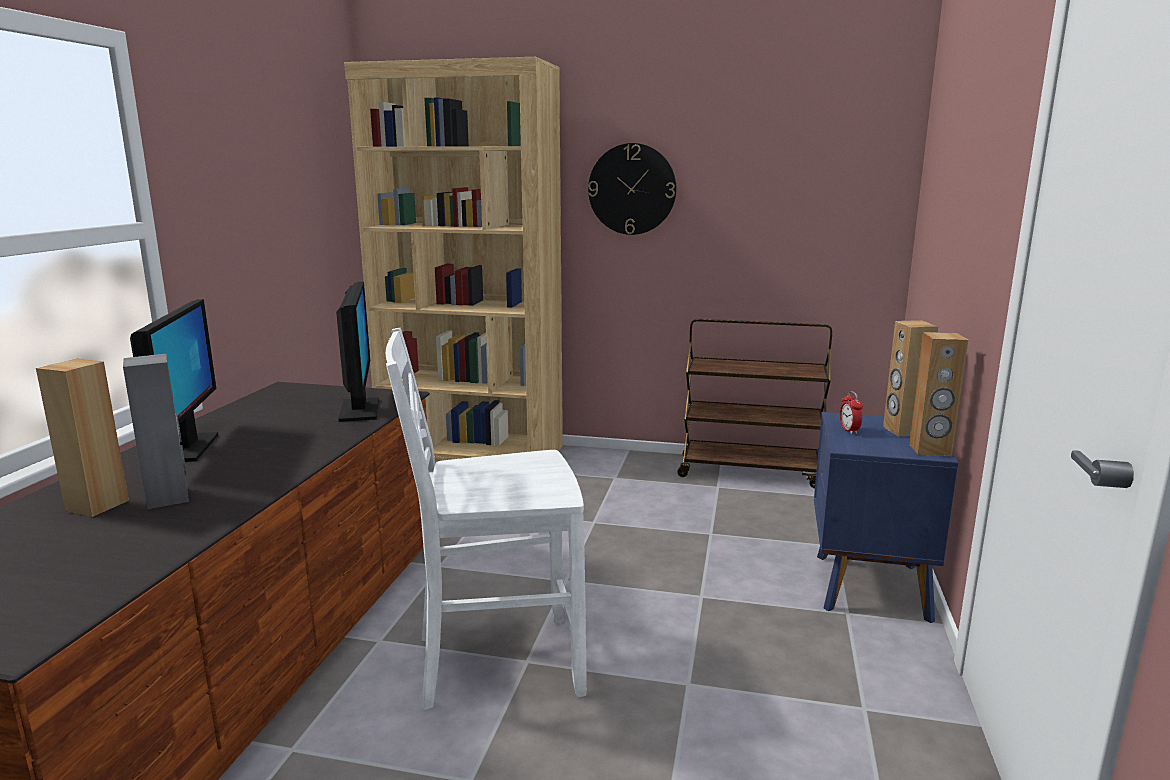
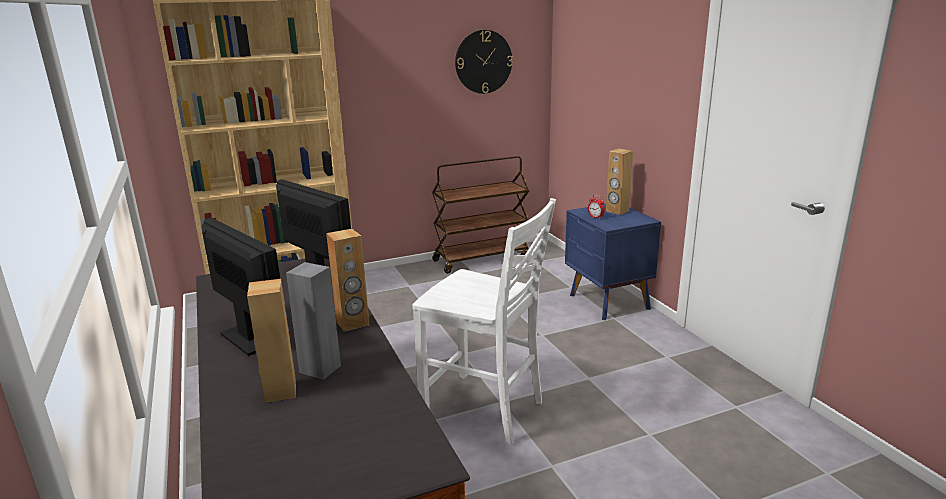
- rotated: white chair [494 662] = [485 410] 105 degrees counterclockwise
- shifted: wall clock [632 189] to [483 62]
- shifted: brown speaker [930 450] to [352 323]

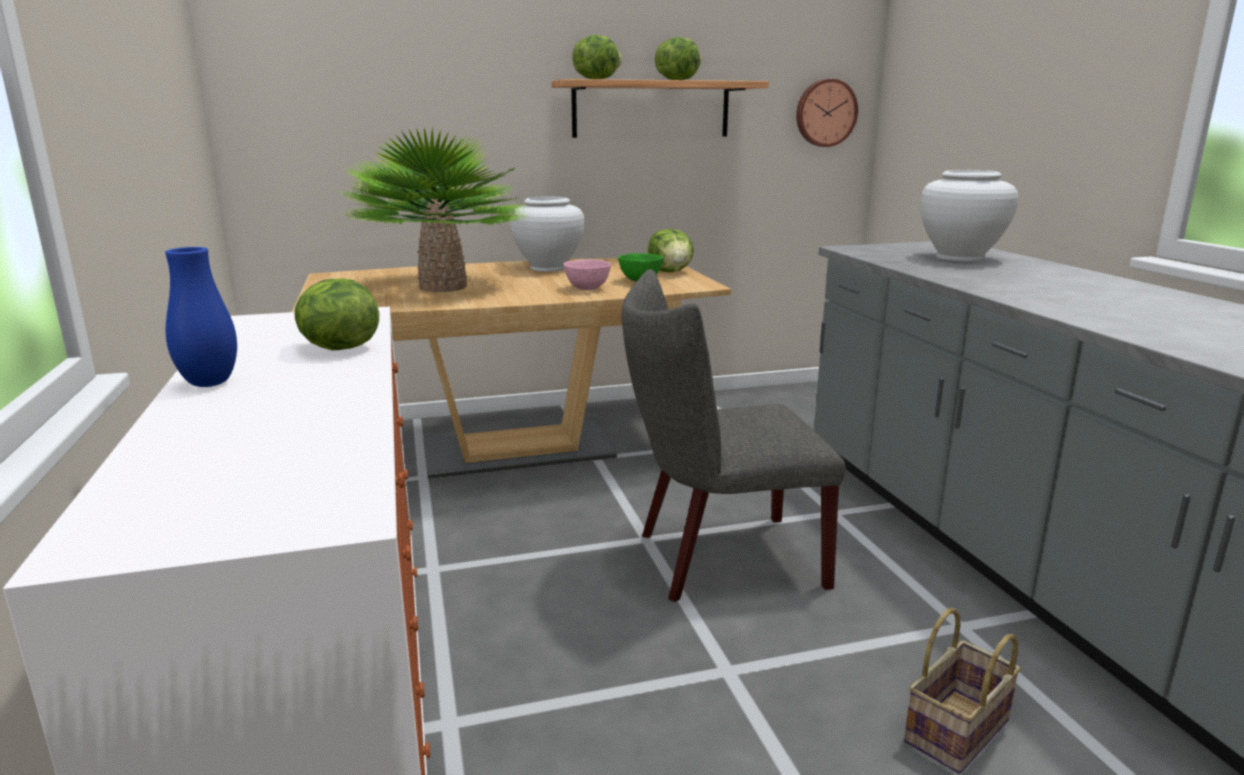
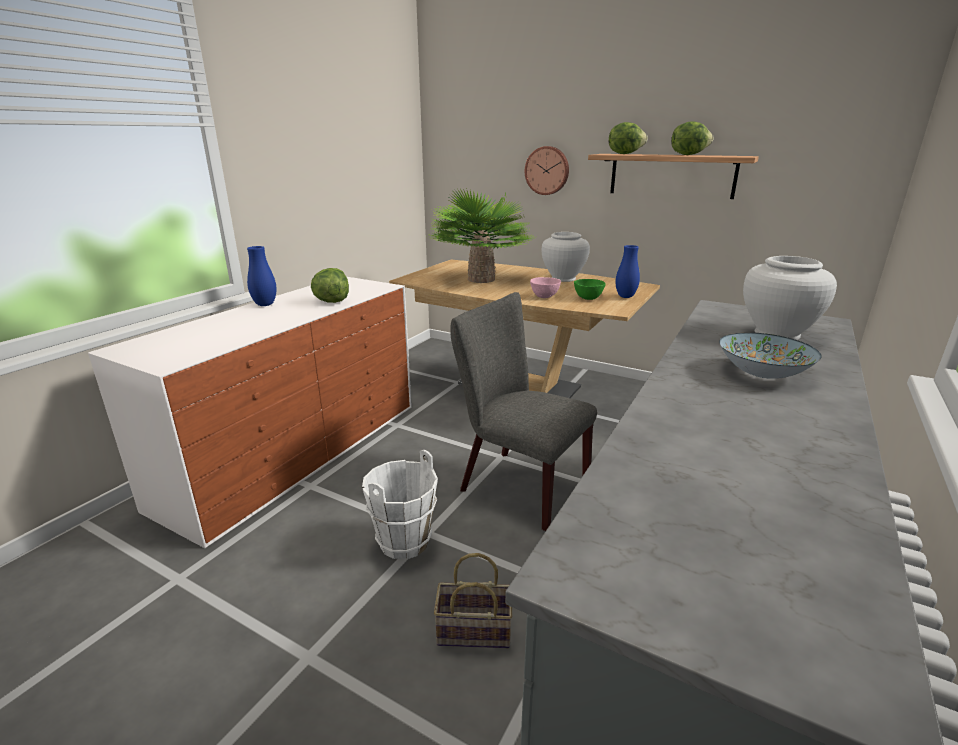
- swapped: lettuce [671 272] to blue vase [625 296]
- shifted: wall clock [825 113] to [547 170]
- new: white bucket [403 542]
- new: bowl [762 373]

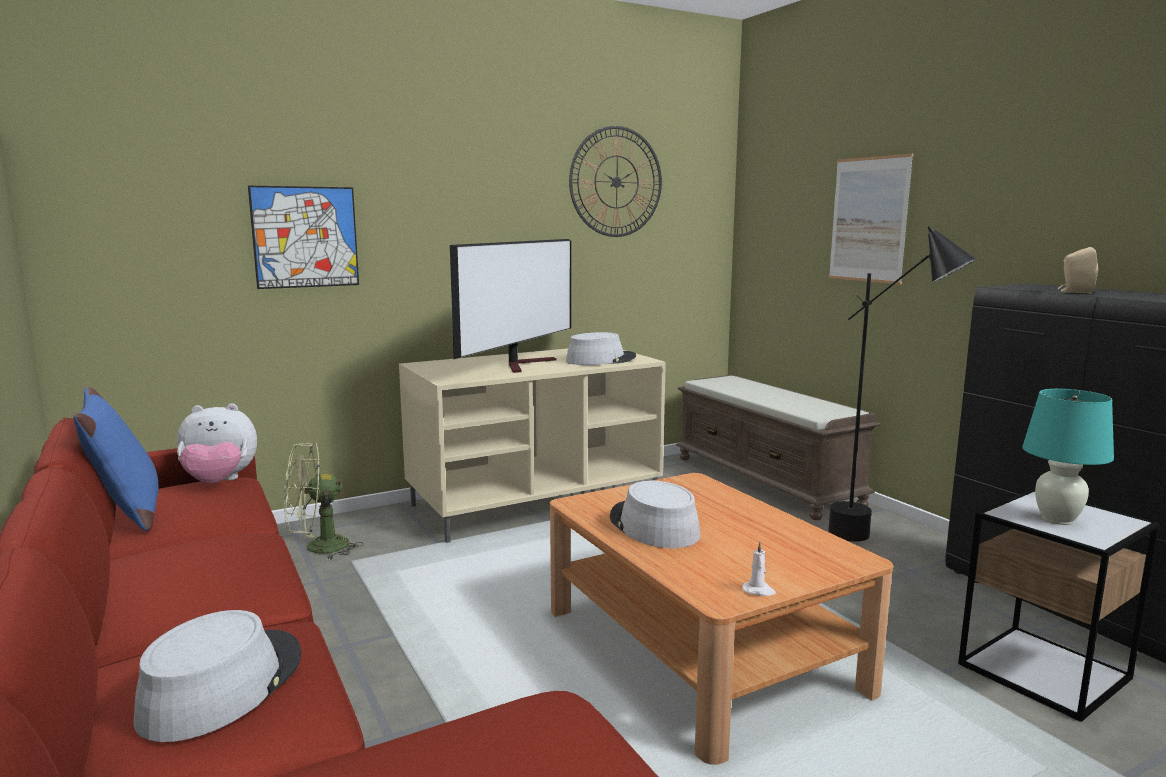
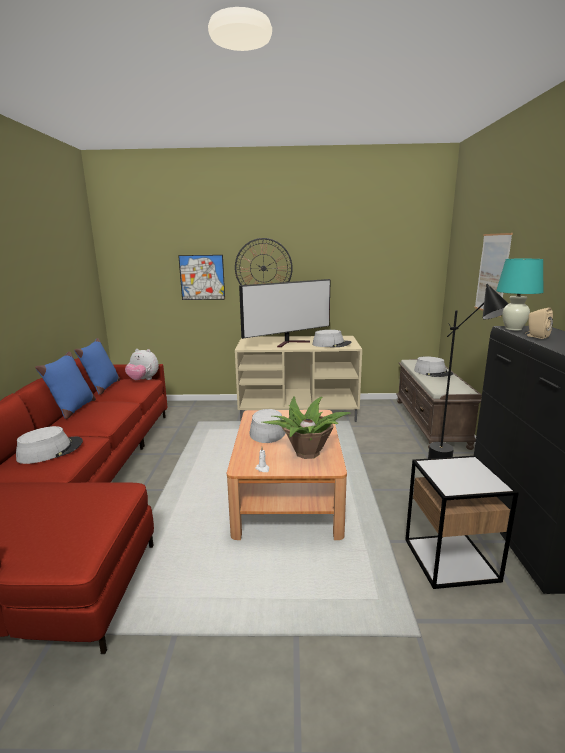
- gone: green fan [318 548]
- shifted: wall clock [616 182] to [263 268]
- shifted: turquoise table lamp [1057 519] to [513 329]
- new: blue pillow [73 409]
- new: potted plant [307 453]
- new: grey hat [433 372]

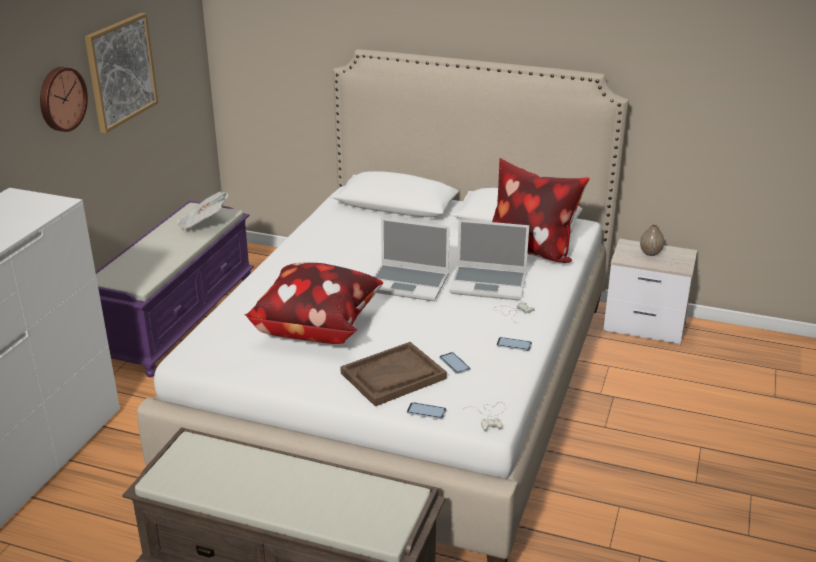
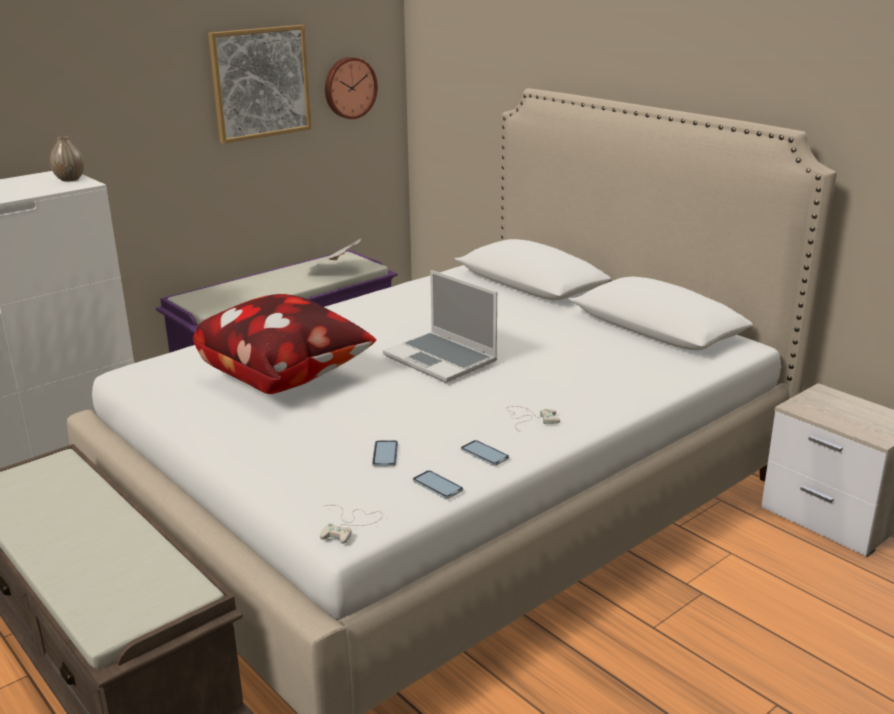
- shifted: wall clock [61 99] to [349 87]
- gone: brown tray [393 376]
- shifted: phone [426 412] to [437 486]
- gone: laptop [489 284]
- gone: pillow [530 249]
- shifted: vase [650 253] to [70 179]

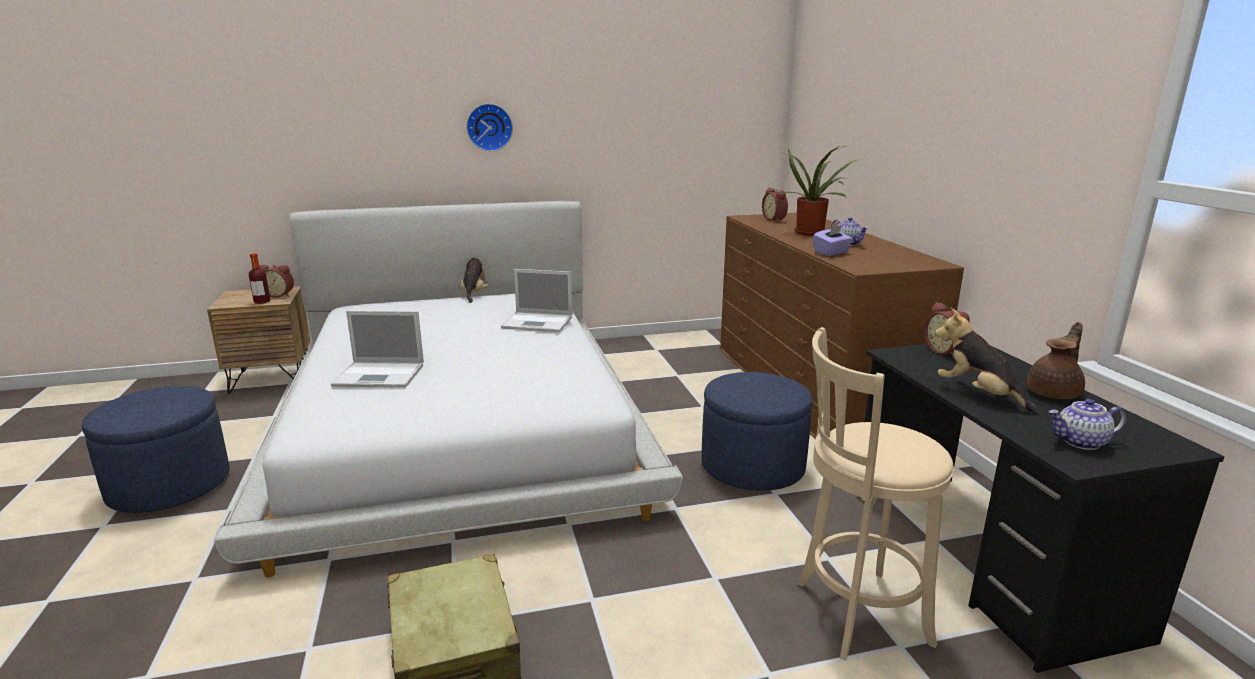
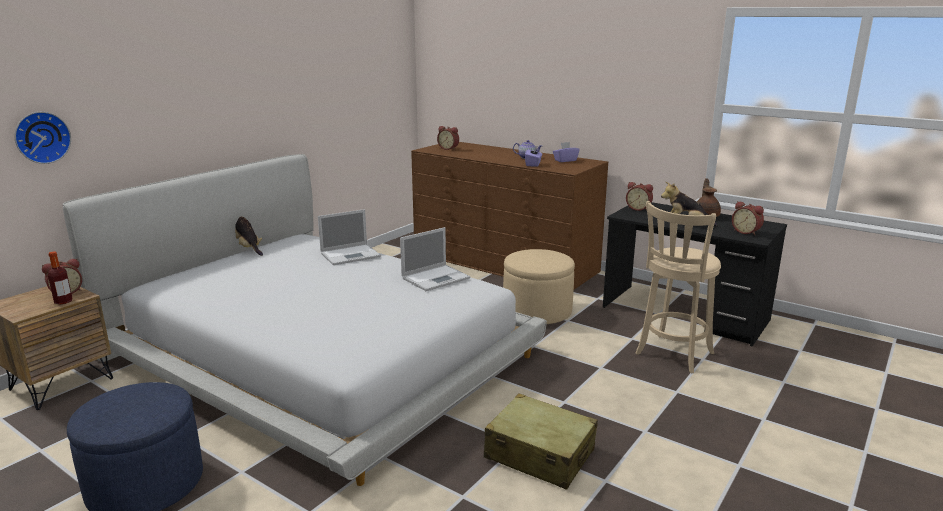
- shifted: laptop [381 375] to [436 278]
- shifted: wall clock [489 127] to [41 137]
- repainted: blue ottoman [752 466] to beige ottoman [537 311]
- gone: potted plant [812 232]
- swapped: teapot [1081 442] to alarm clock [746 232]
- new: purple tissue box [565 160]

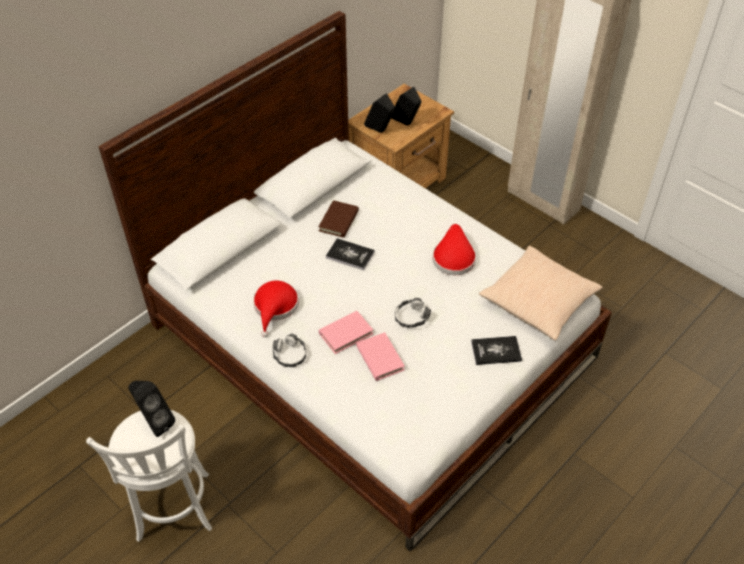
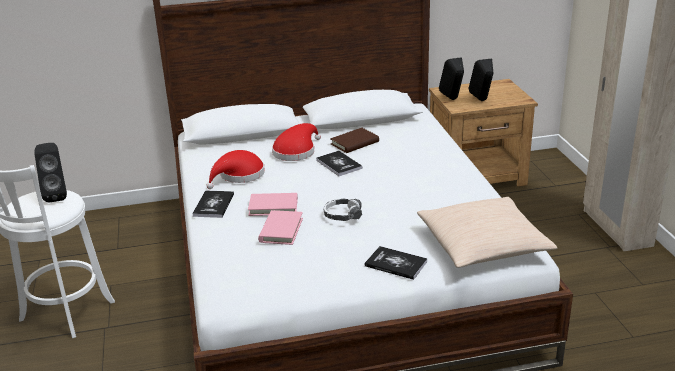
- swapped: headphones [289 355] to book [213 205]
- shifted: red hat [453 257] to [296 151]

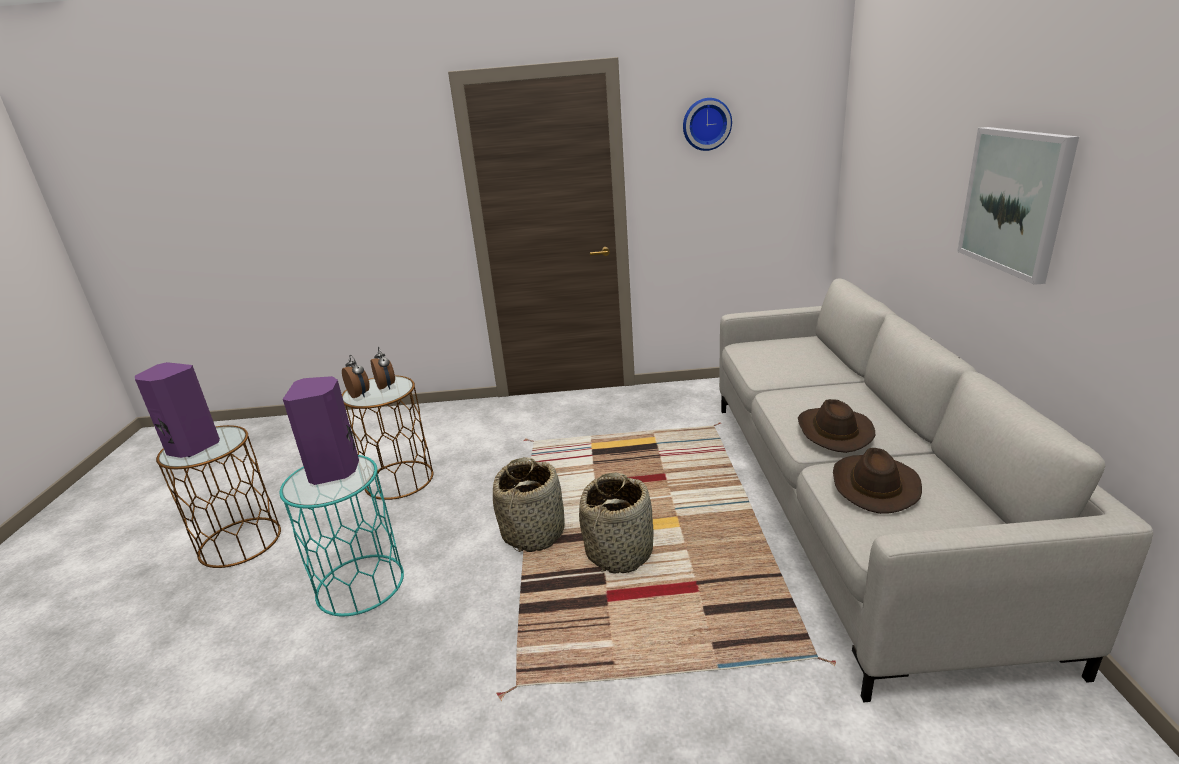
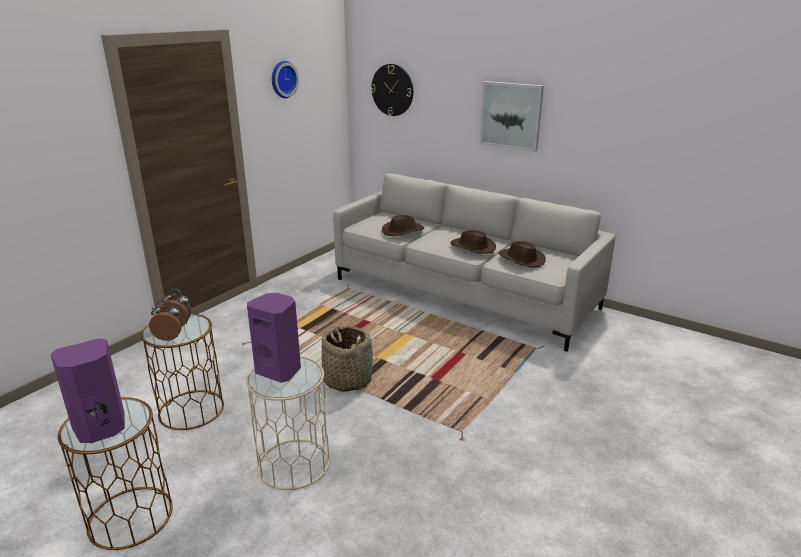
- repainted: turquoise side table [360 584] to beige side table [293 463]
- gone: basket [619 551]
- new: wall clock [392 90]
- new: brown hat [403 231]

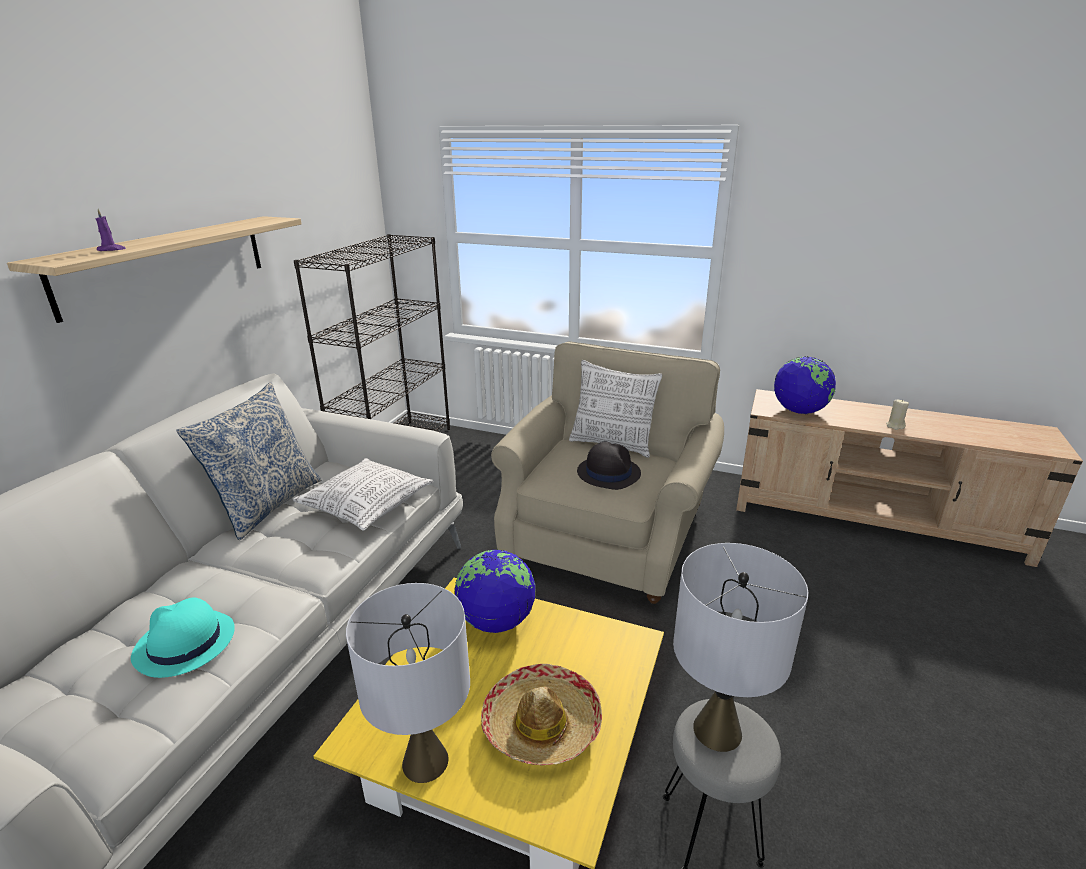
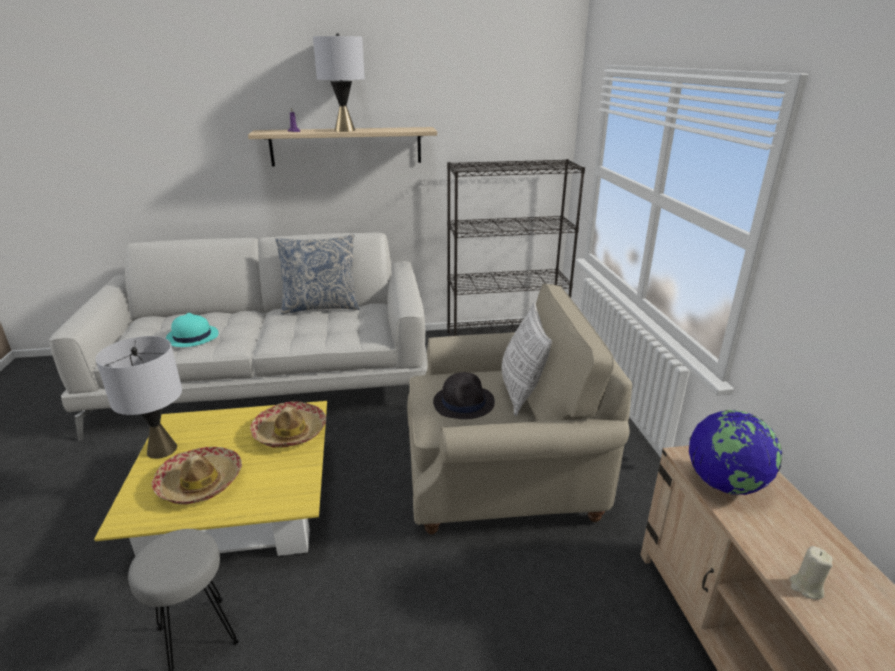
- gone: pillow [367 506]
- swapped: globe [496 621] to hat [290 432]
- shifted: grey table lamp [718 730] to [345 130]

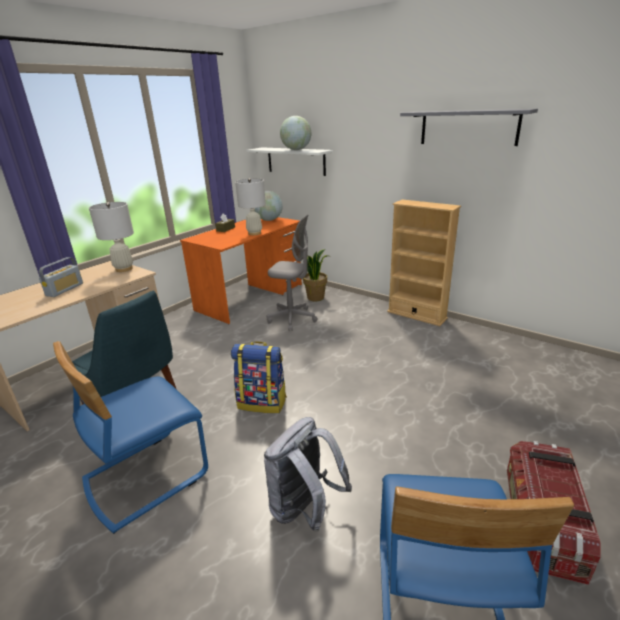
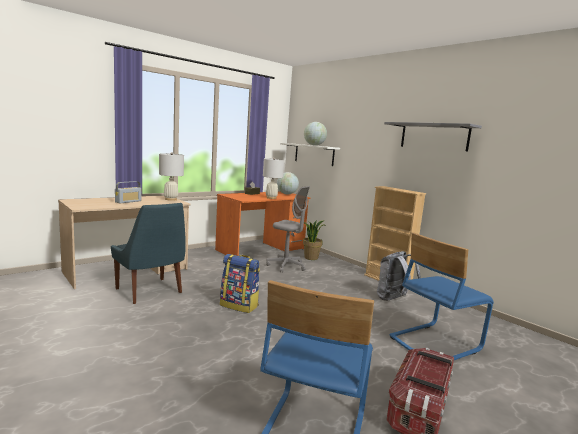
- shifted: blue chair [146 476] to [434 343]
- shifted: grey backpack [304 509] to [394 299]

